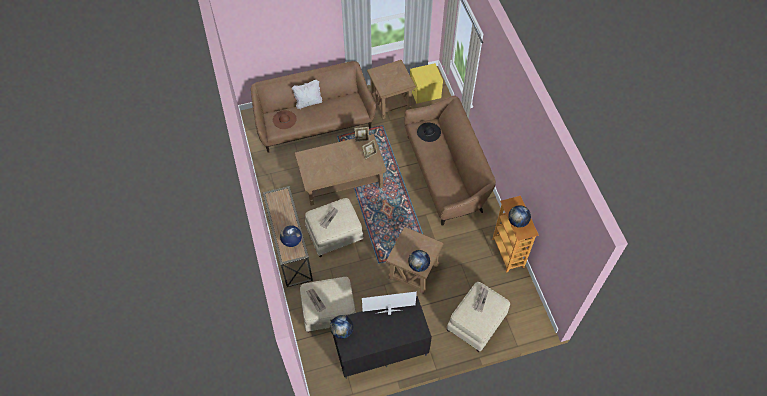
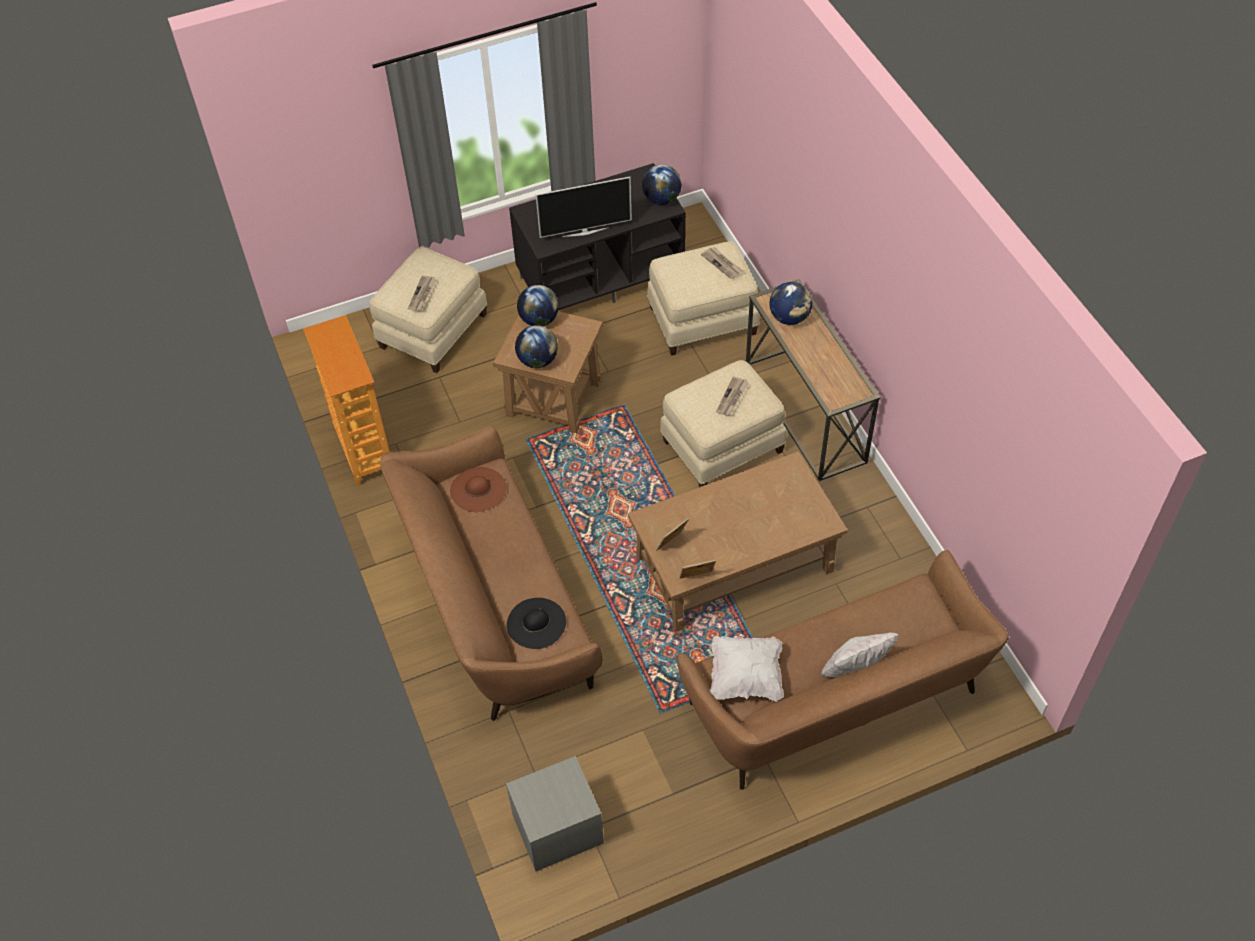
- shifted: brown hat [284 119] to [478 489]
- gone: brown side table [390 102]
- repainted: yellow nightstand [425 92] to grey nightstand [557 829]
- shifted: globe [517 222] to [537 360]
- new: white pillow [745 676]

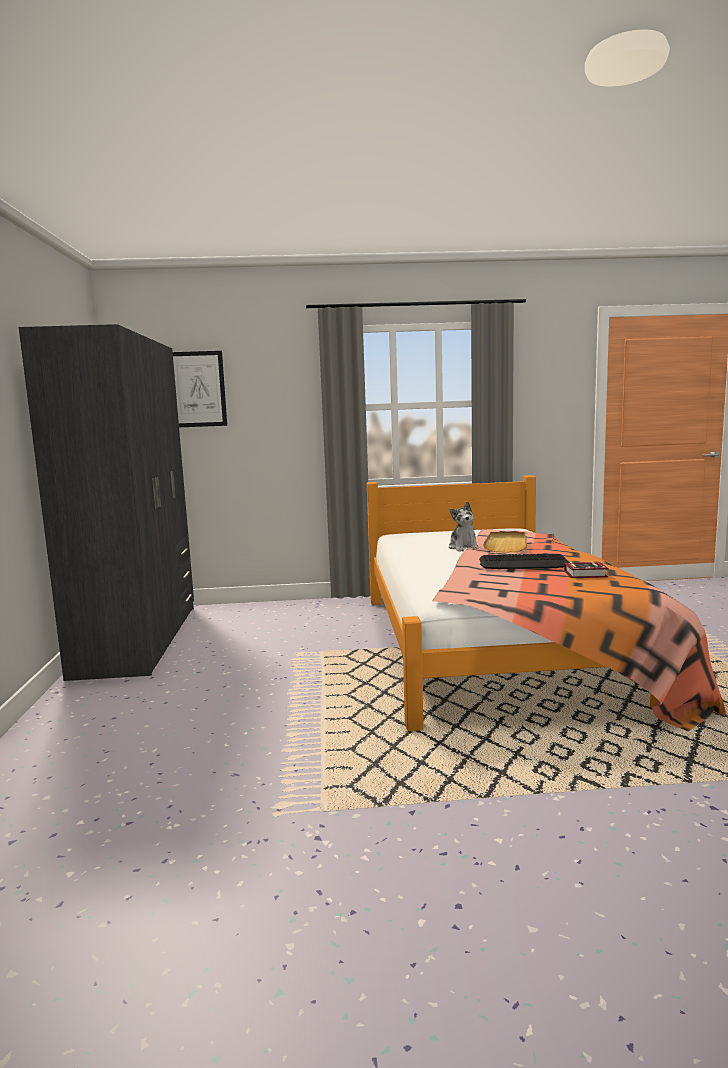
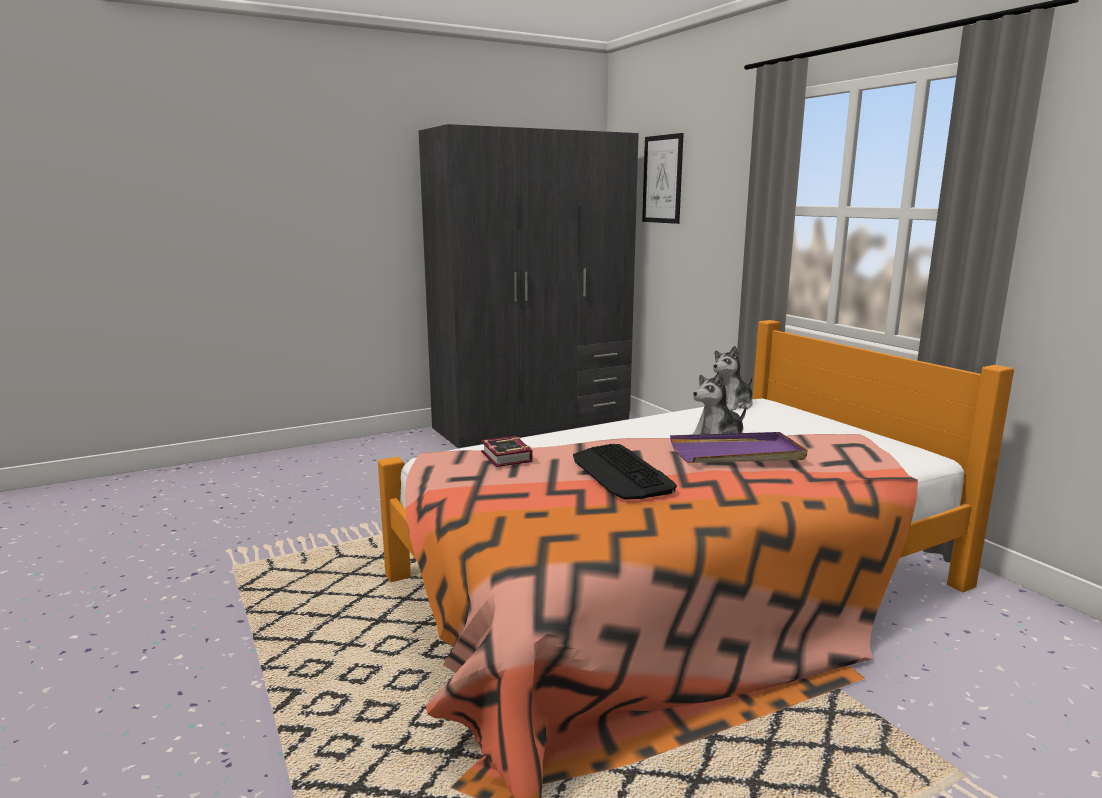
- repainted: beige tray [506 544] to purple tray [737 453]
- shifted: book [587 574] to [505 458]
- new: plush toy [731 405]

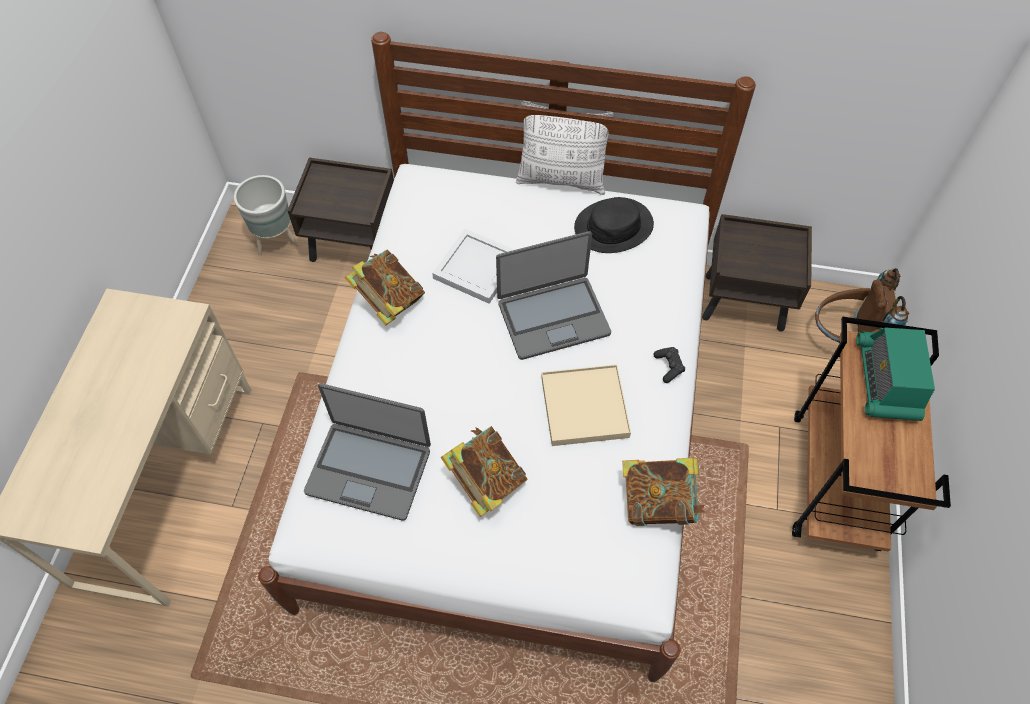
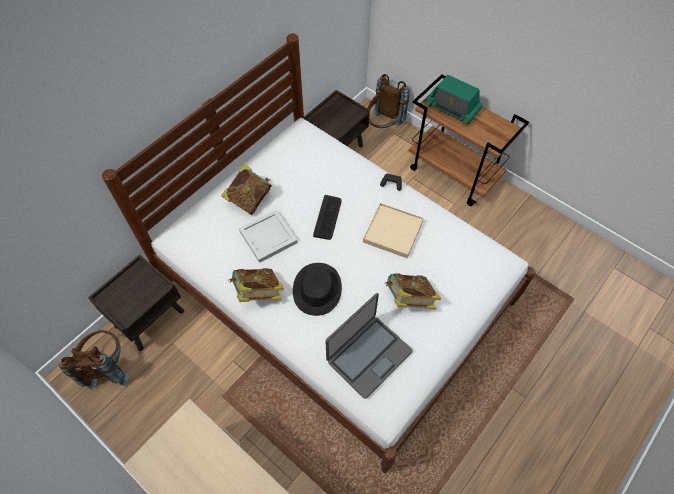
- swapped: grey planter [275 241] to brown backpack [107 366]
- swapped: laptop [553 317] to keyboard [327 217]
- gone: pillow [561 179]
- shifted: black hat [613 226] to [317 289]
- shifted: book [658 501] to [249 199]

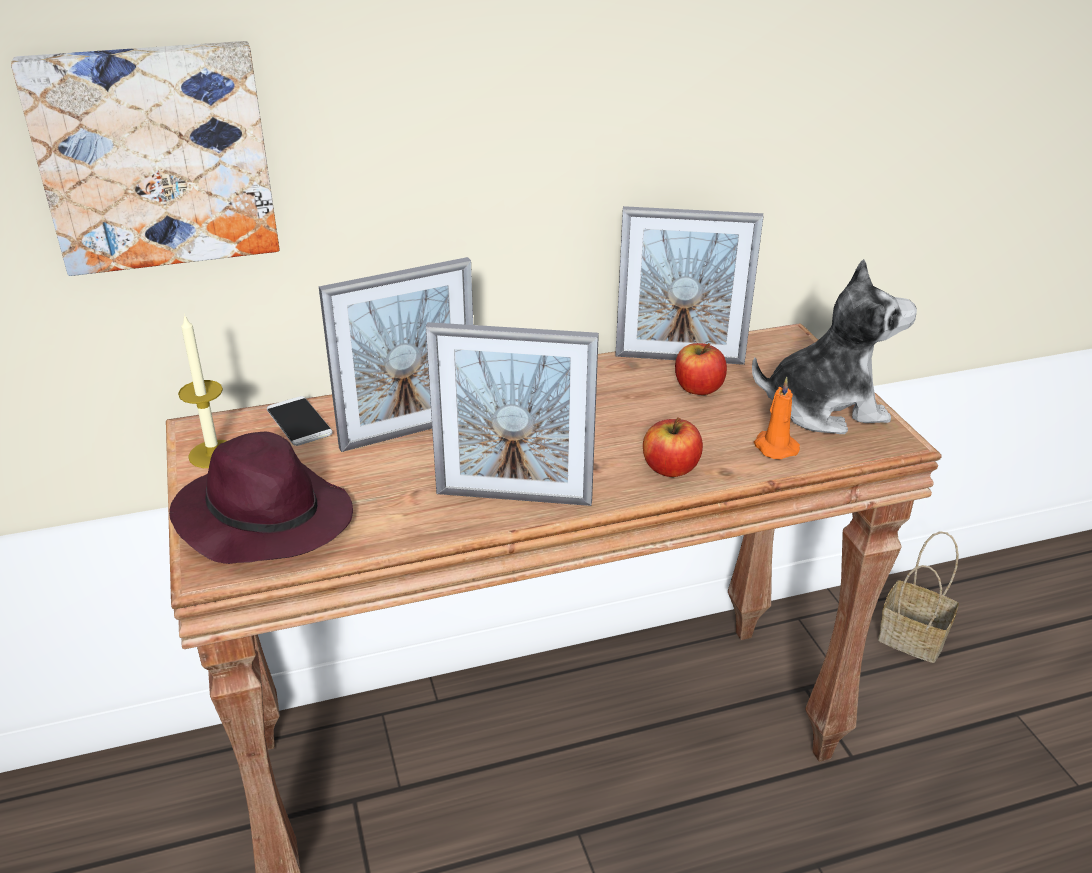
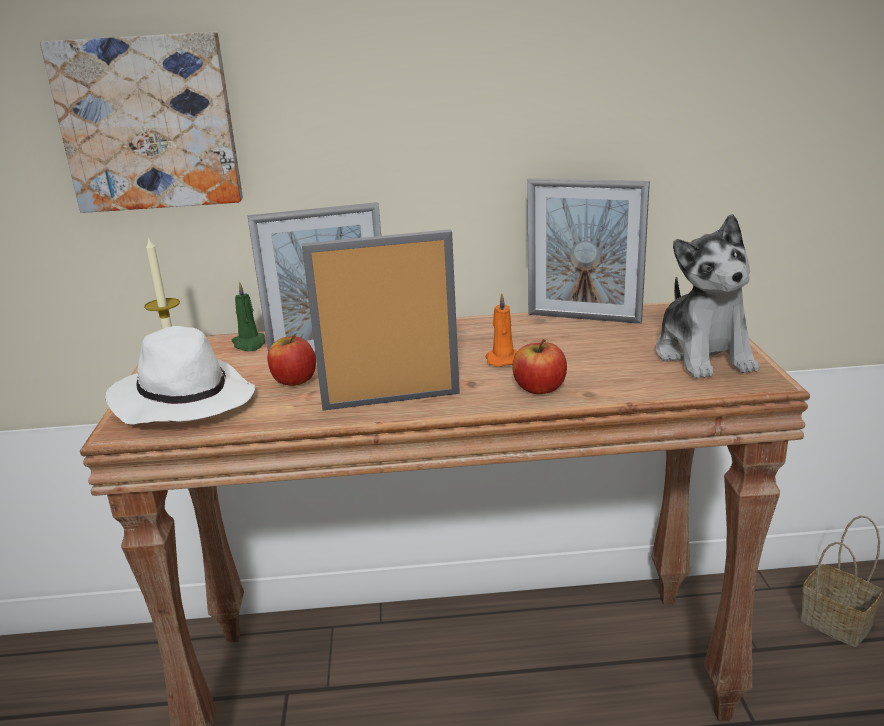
- repainted: purple hat [262 518] to white hat [183 401]
- swapped: phone [299 422] to green candle [249 344]
- rotated: picture frame [514 497] = [391 400] 150 degrees clockwise
- shifted: apple [698 388] to [294 380]
- rotated: plush toy [824 408] = [703 355] 75 degrees clockwise
- shifted: orange candle [774 446] to [502 359]

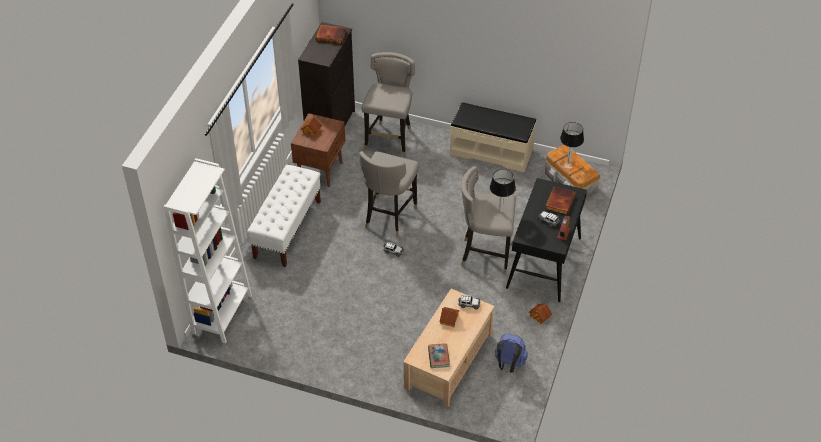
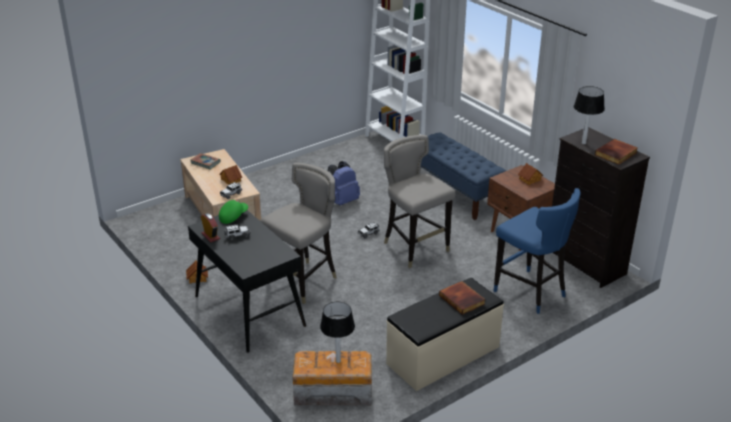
- repainted: white bench [287 229] to blue bench [456 193]
- repainted: grey stool [390 139] to blue stool [530 293]
- shifted: table lamp [500 211] to [583 143]
- shifted: blue backpack [509 364] to [343 201]
- shifted: book [559 201] to [462 299]
- new: green cap [233 216]

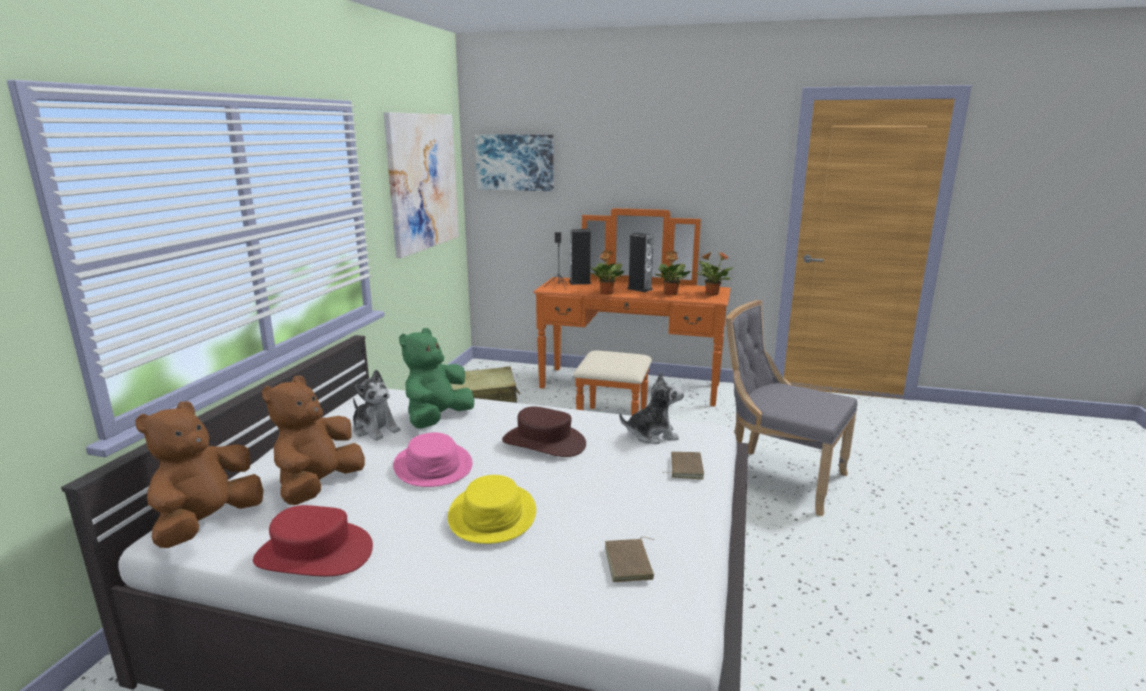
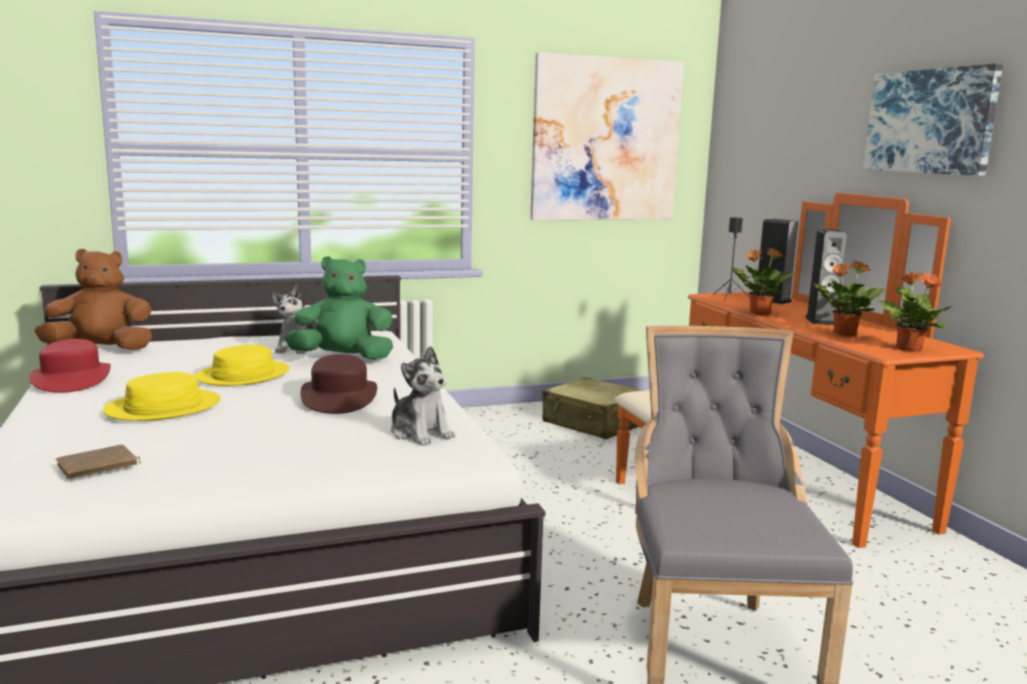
- gone: brown plush toy [319 487]
- repainted: pink hat [433 466] to yellow hat [243 375]
- shifted: picture [515 162] to [930 121]
- gone: brown book [684 467]

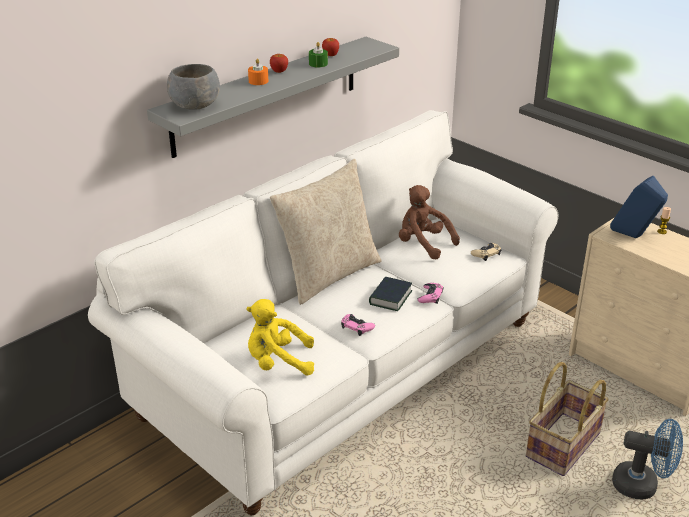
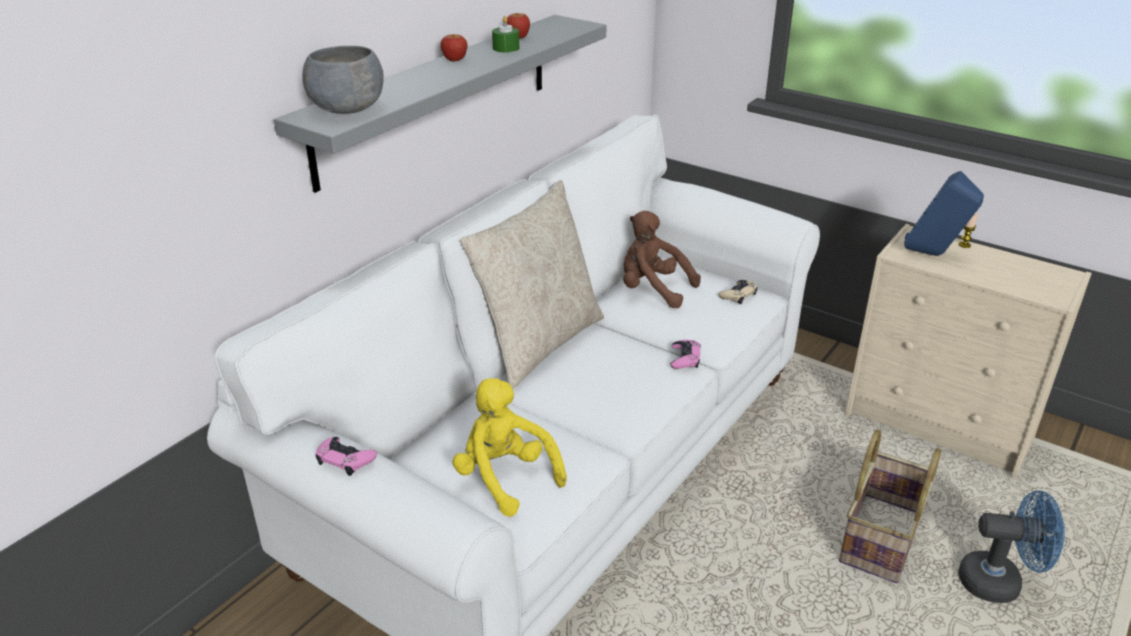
- rotated: yellow plush toy [278 362] = [505 478] 60 degrees clockwise
- gone: orange candle [258 81]
- shifted: pink game controller [357 327] to [345 459]
- gone: book [390 298]

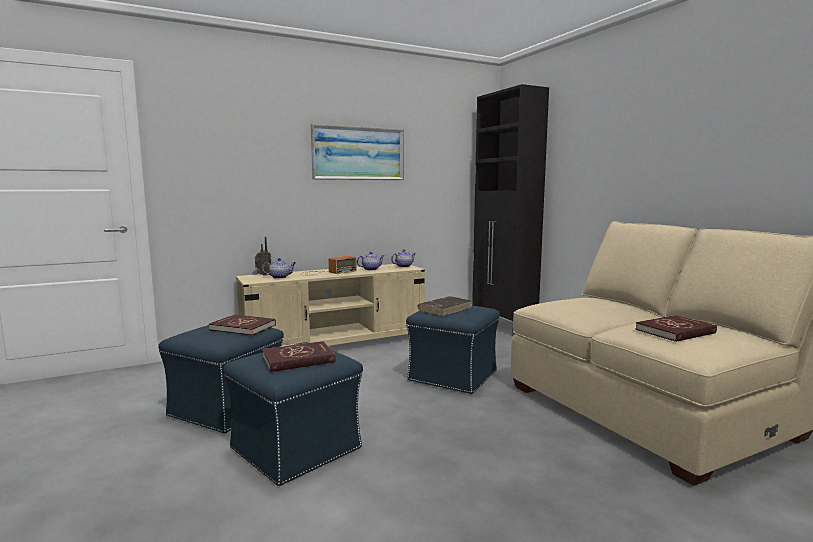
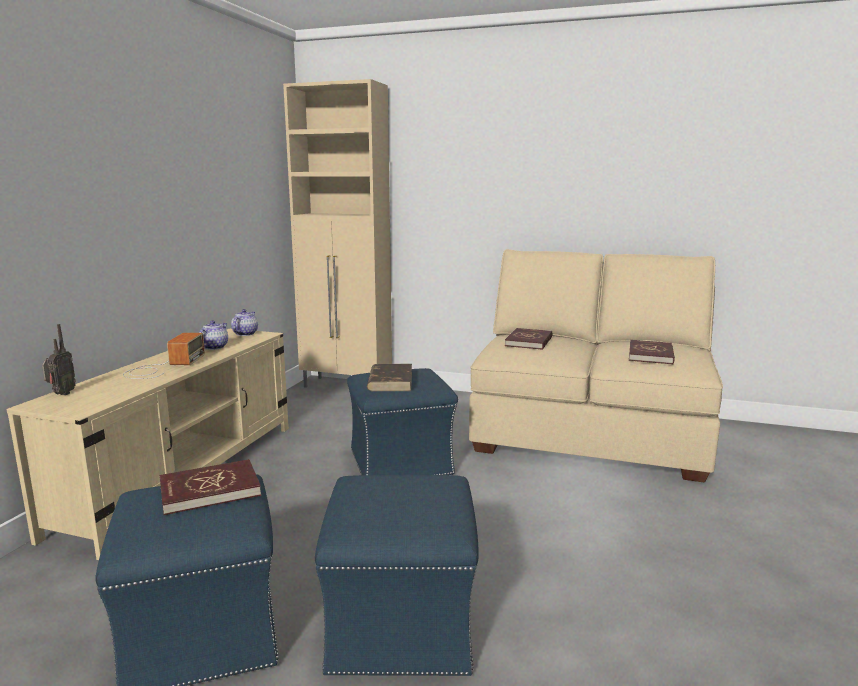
- gone: teapot [280 277]
- shifted: red book [298 359] to [529 341]
- gone: picture [358 153]
- repainted: black cabinet [503 326] to beige cabinet [347 386]

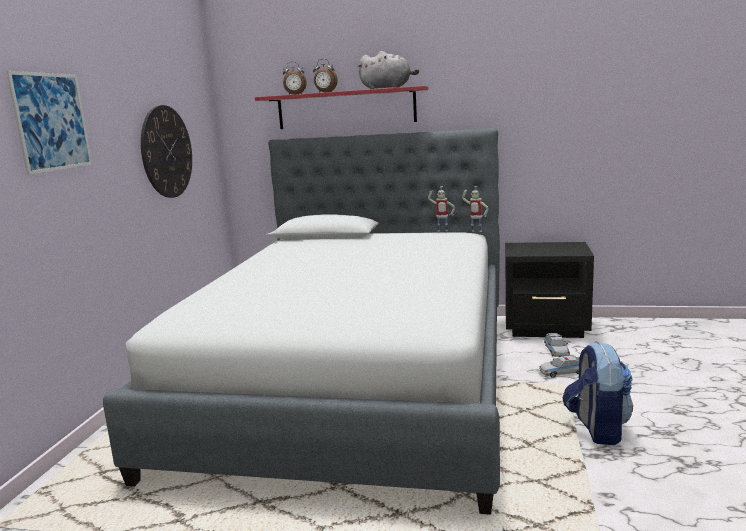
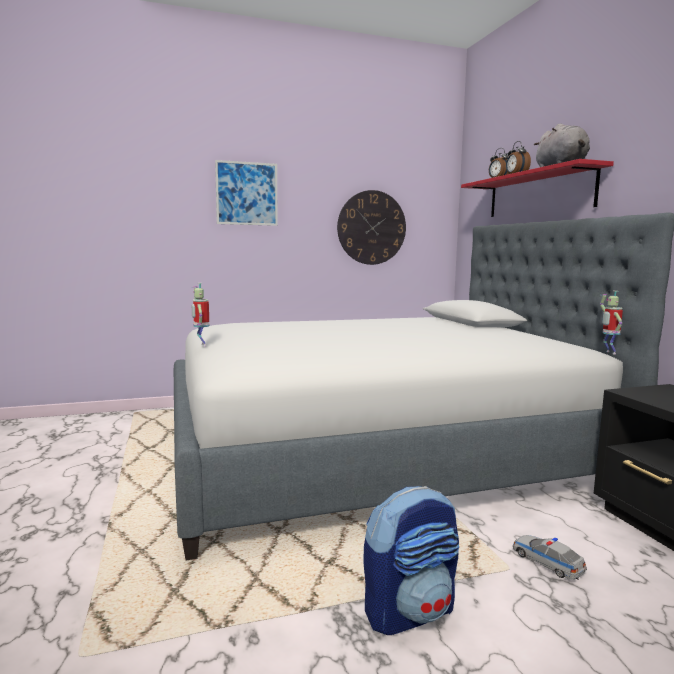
- shifted: toy robot [442 231] to [201 345]
- gone: toy car [556 350]

